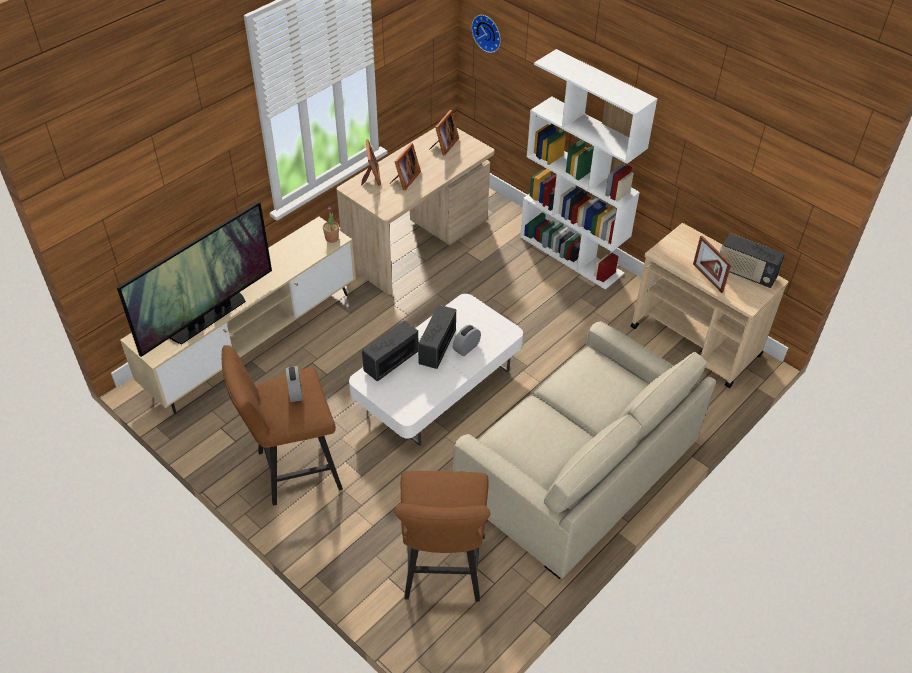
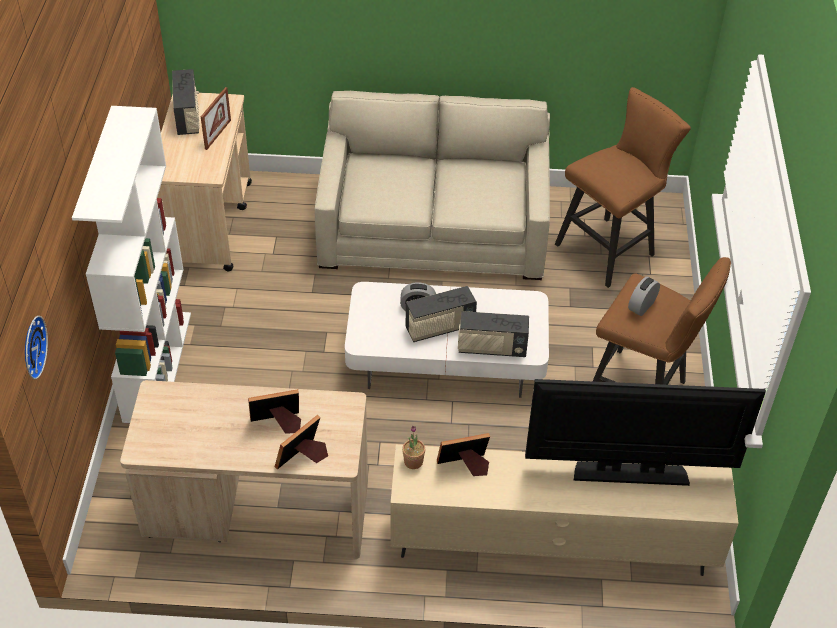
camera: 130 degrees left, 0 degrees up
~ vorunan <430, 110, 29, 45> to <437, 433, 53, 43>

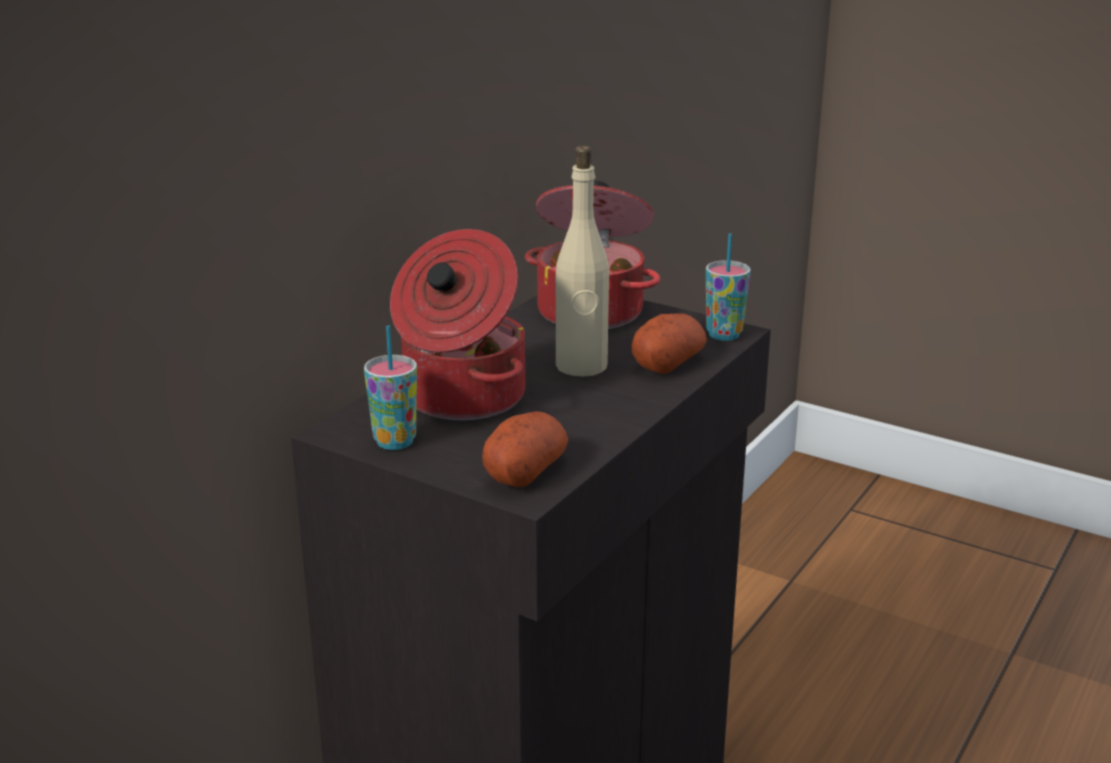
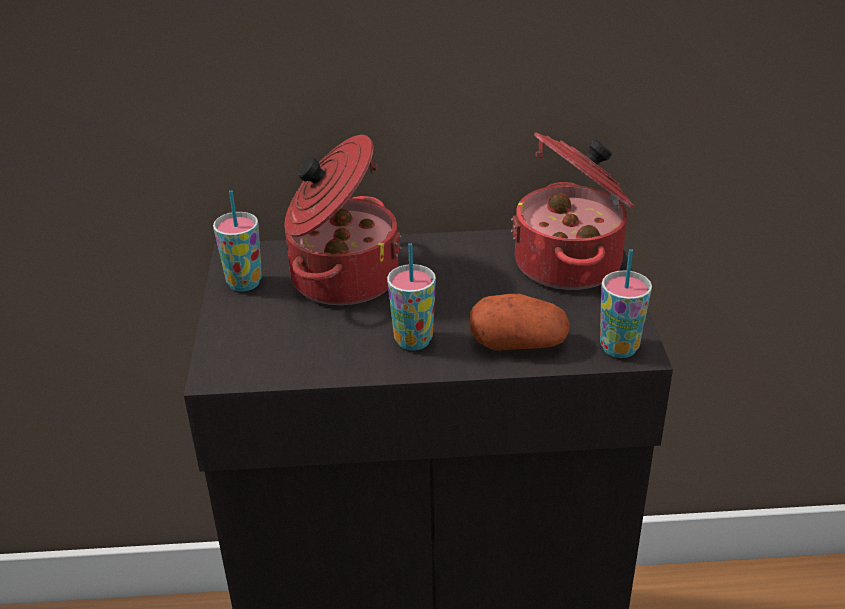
camera: 55 degrees right, 10 degrees up
- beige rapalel <556, 146, 53, 231>
- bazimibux <482, 412, 86, 75>
+ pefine <387, 243, 49, 108>

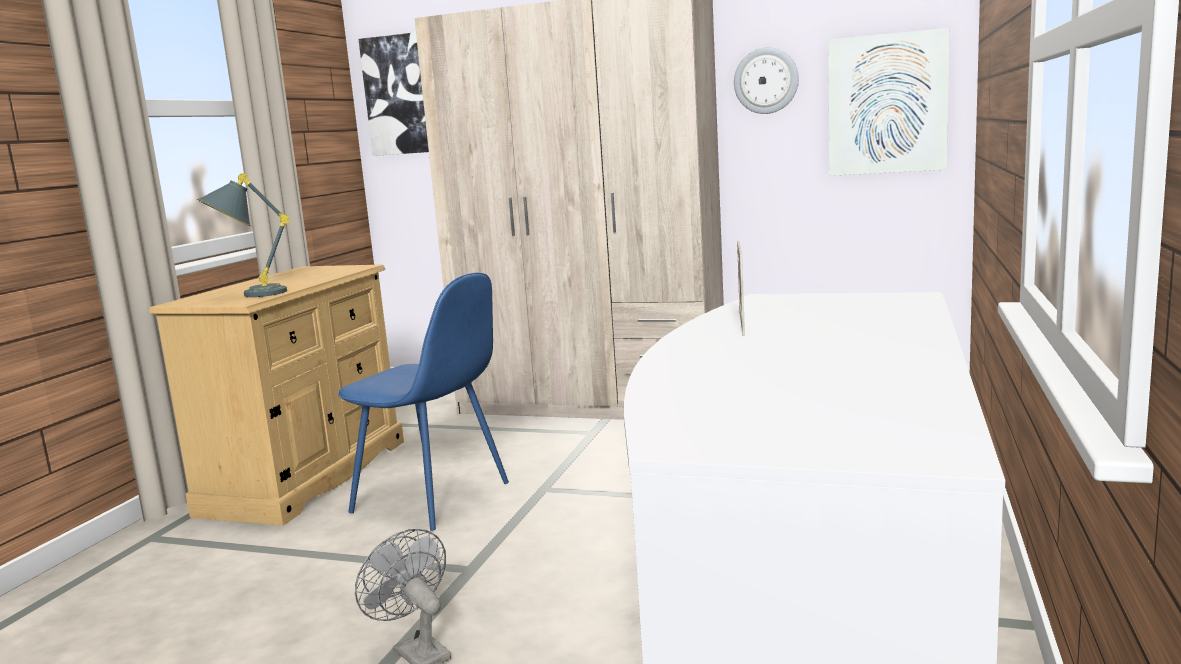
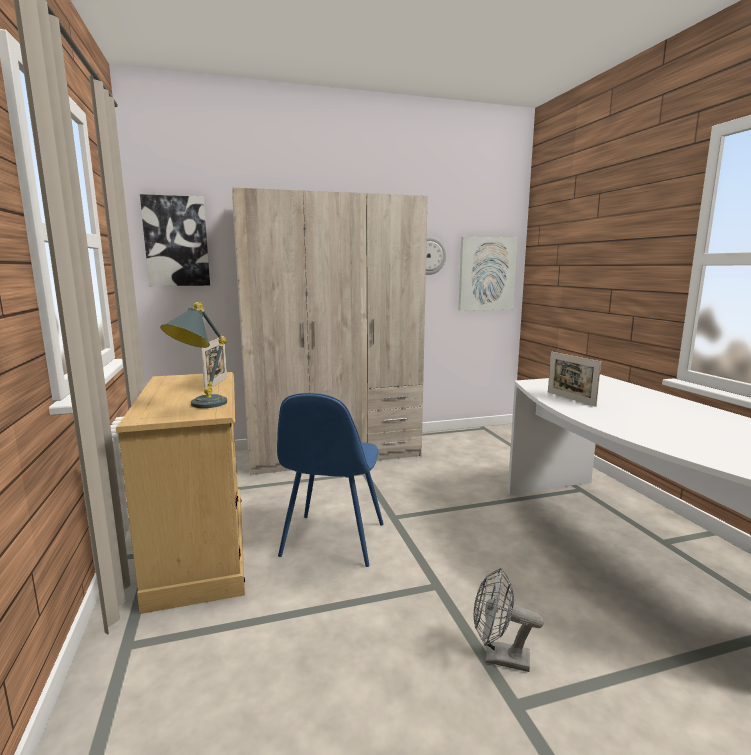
camera: 35 degrees left, 0 degrees up
~ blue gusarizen <338, 273, 171, 258> = <277, 393, 106, 174> 105 degrees clockwise
+ vorunan <201, 336, 26, 53>

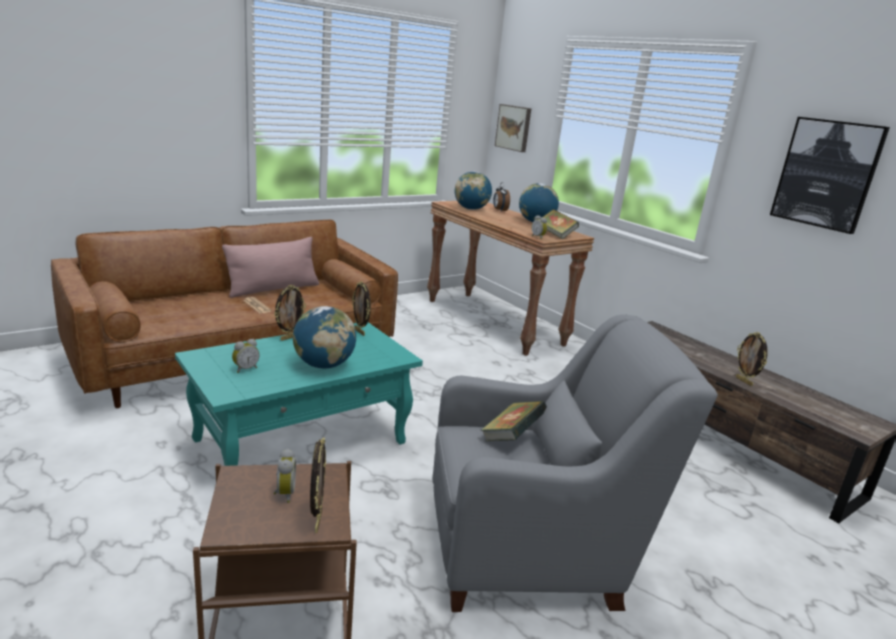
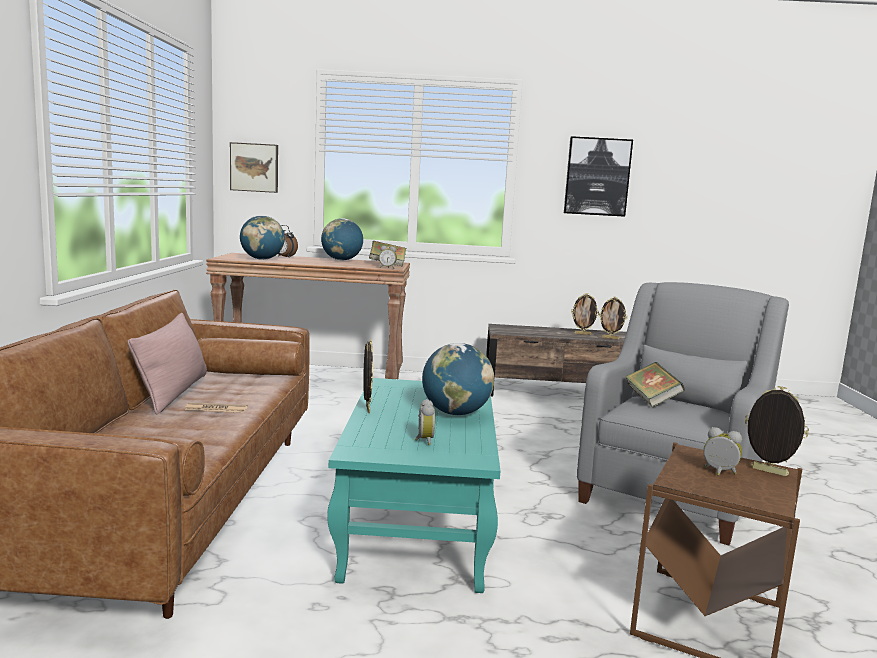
camera: 50 degrees left, 10 degrees down
~ vorunan <352, 281, 19, 55> to <571, 293, 28, 42>

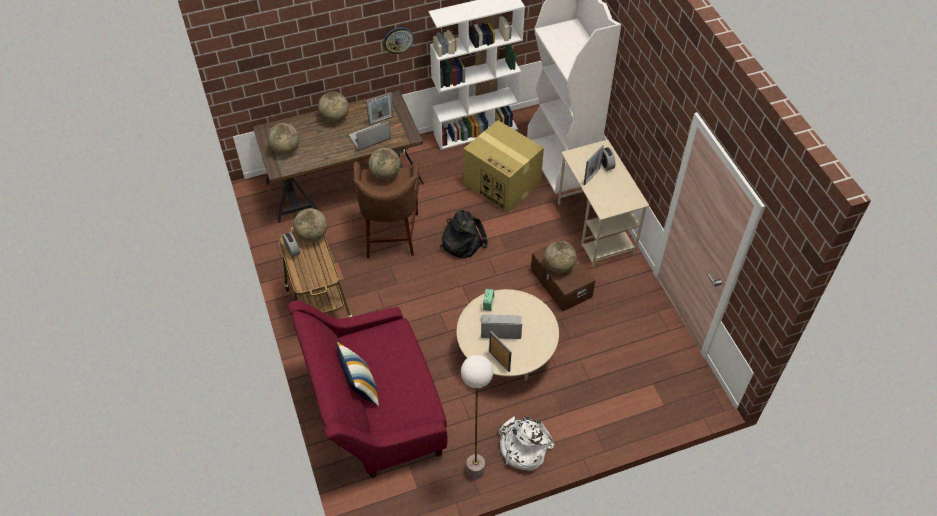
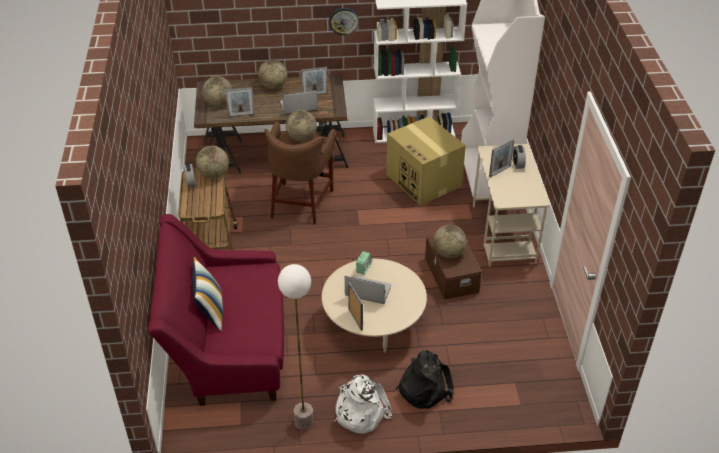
camera: 15 degrees right, 10 degrees down
~ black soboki <440, 210, 48, 48> to <395, 350, 59, 59>
+ vorunan <225, 87, 30, 30>

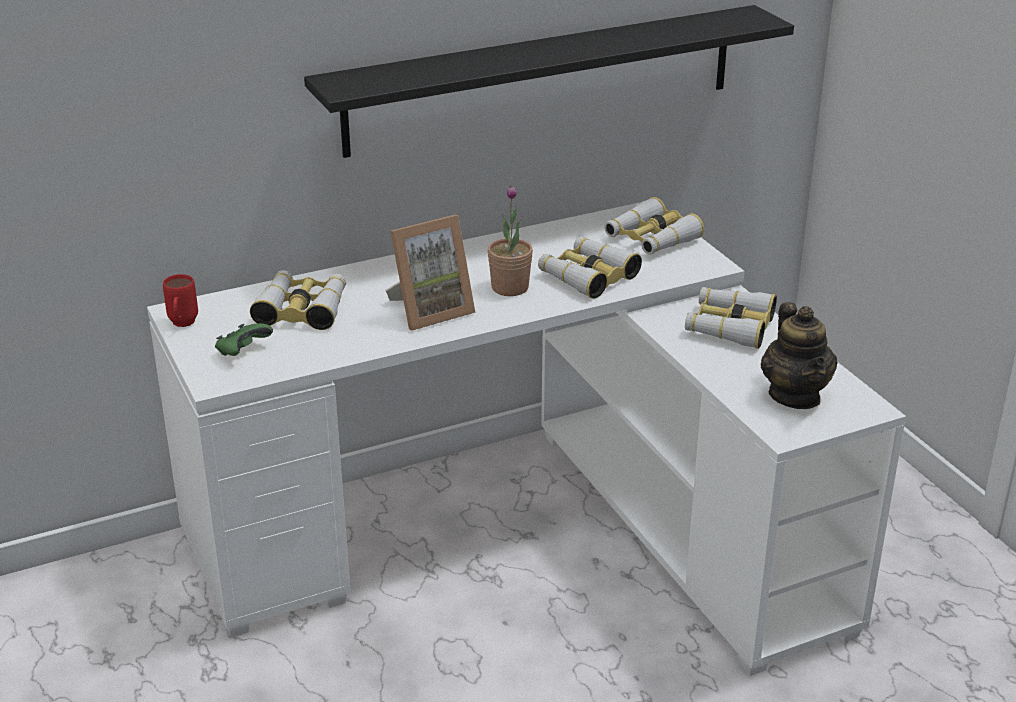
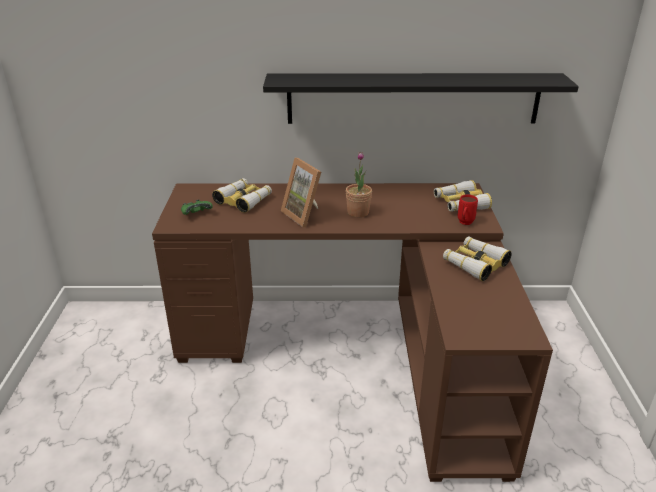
camera: 25 degrees right, 0 degrees up
~ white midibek <147, 202, 759, 474> to brown midibek <152, 183, 401, 299>
~ vorunan <385, 215, 91, 116> = <281, 158, 40, 69> 60 degrees clockwise
- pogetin <538, 236, 104, 63>
~ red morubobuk <163, 274, 35, 53> to <458, 195, 20, 30>
- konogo <761, 302, 77, 107>

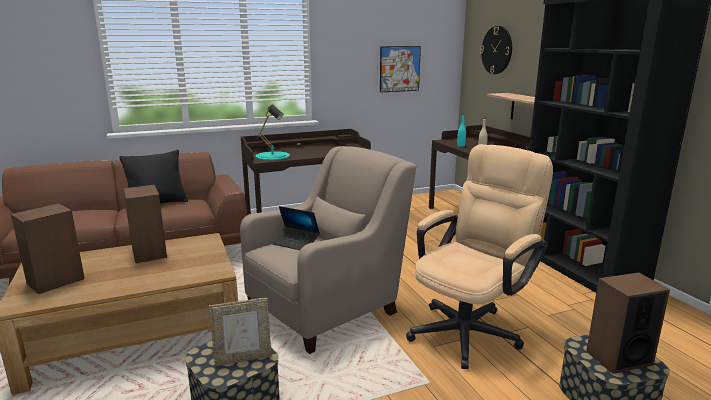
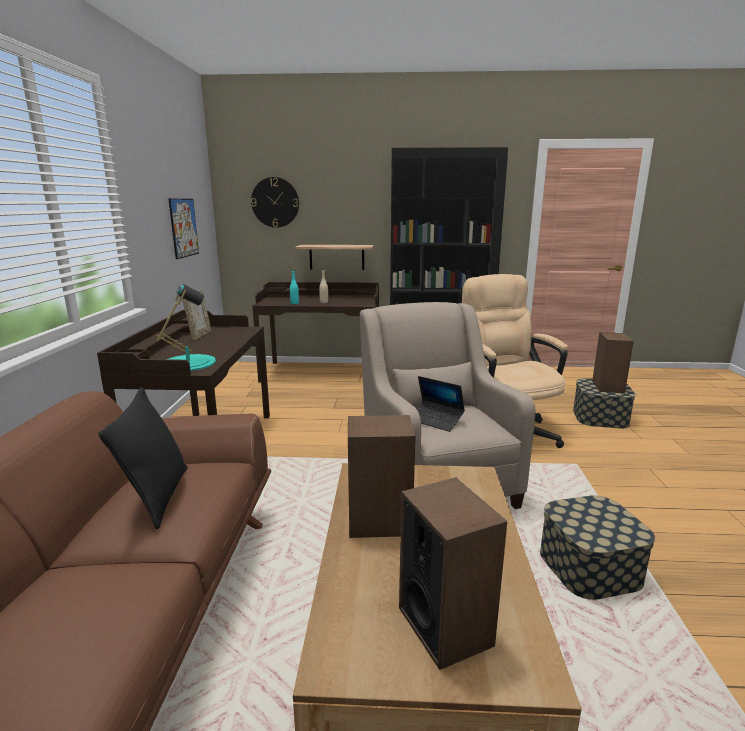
camera: 65 degrees left, 0 degrees up
~ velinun <272, 206, 48, 44> = <416, 376, 49, 56> 75 degrees clockwise
~ vorunan <209, 298, 63, 68> to <182, 290, 29, 51>

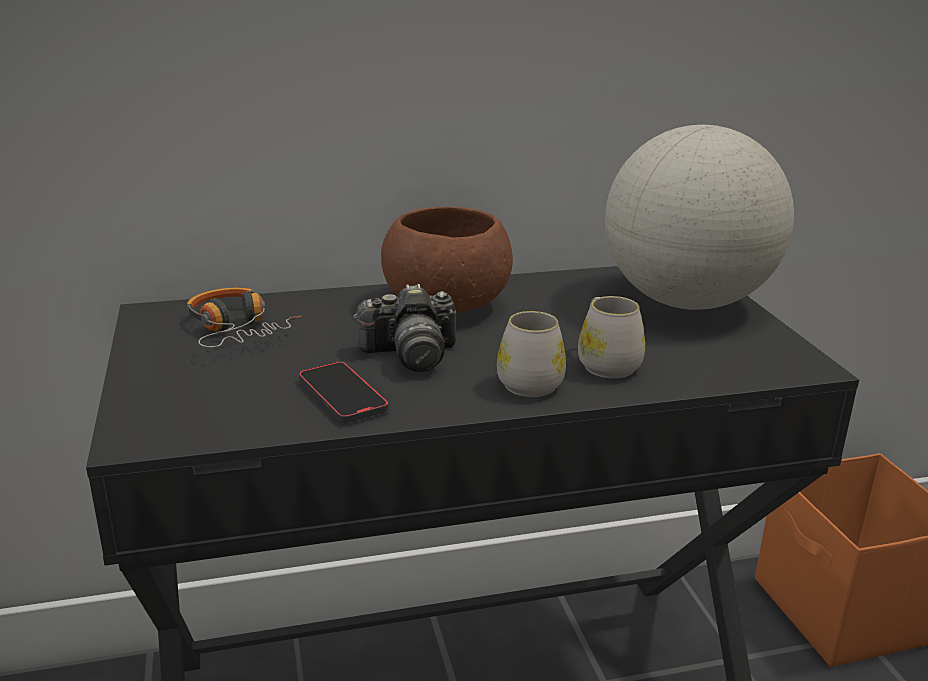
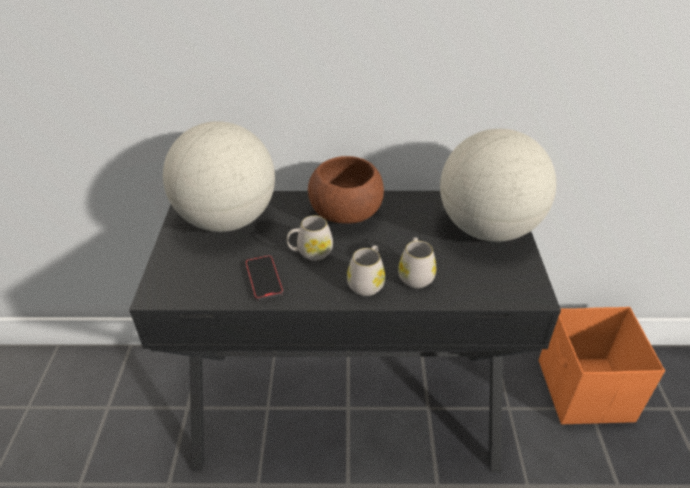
camera: 15 degrees right, 15 degrees up
~ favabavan <353, 284, 103, 88> to white morubobuk <287, 216, 46, 45>
~ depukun <187, 288, 115, 60> to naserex <163, 121, 112, 111>

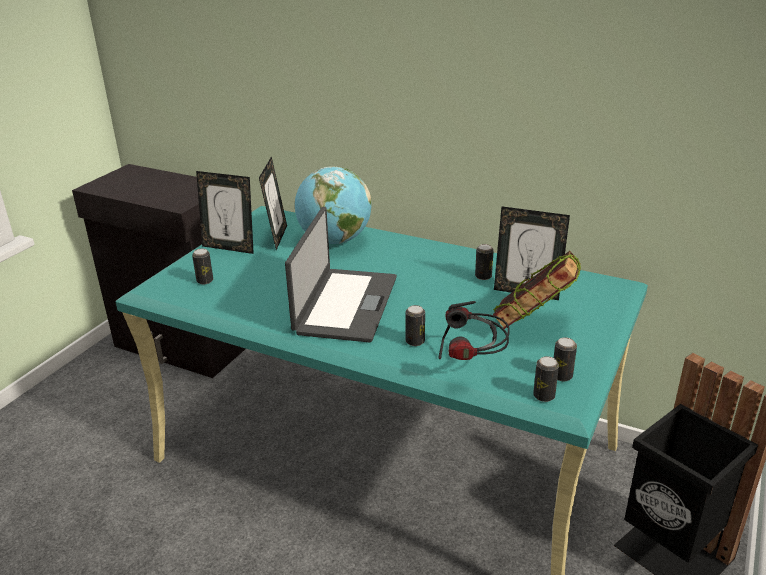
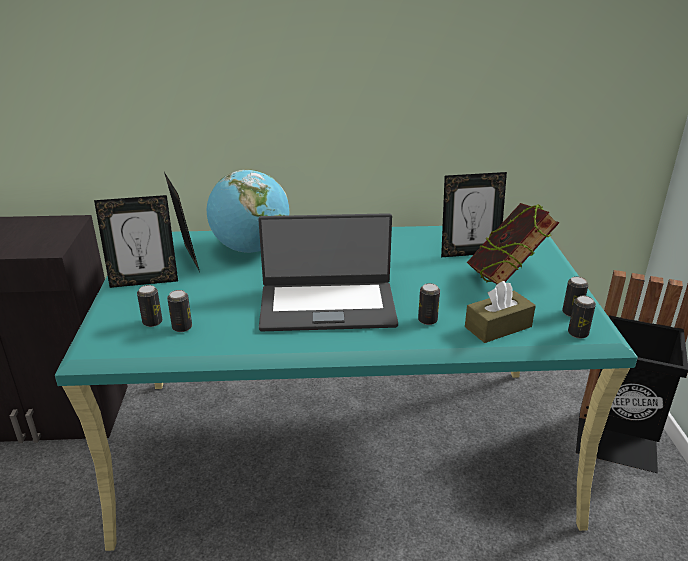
camera: 30 degrees left, 0 degrees up
~ velinun <285, 207, 112, 136> = <258, 213, 140, 118> 105 degrees clockwise
~ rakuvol <475, 244, 19, 36> to <167, 290, 25, 42>
~ depukun <438, 301, 72, 59> to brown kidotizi <465, 281, 71, 62>

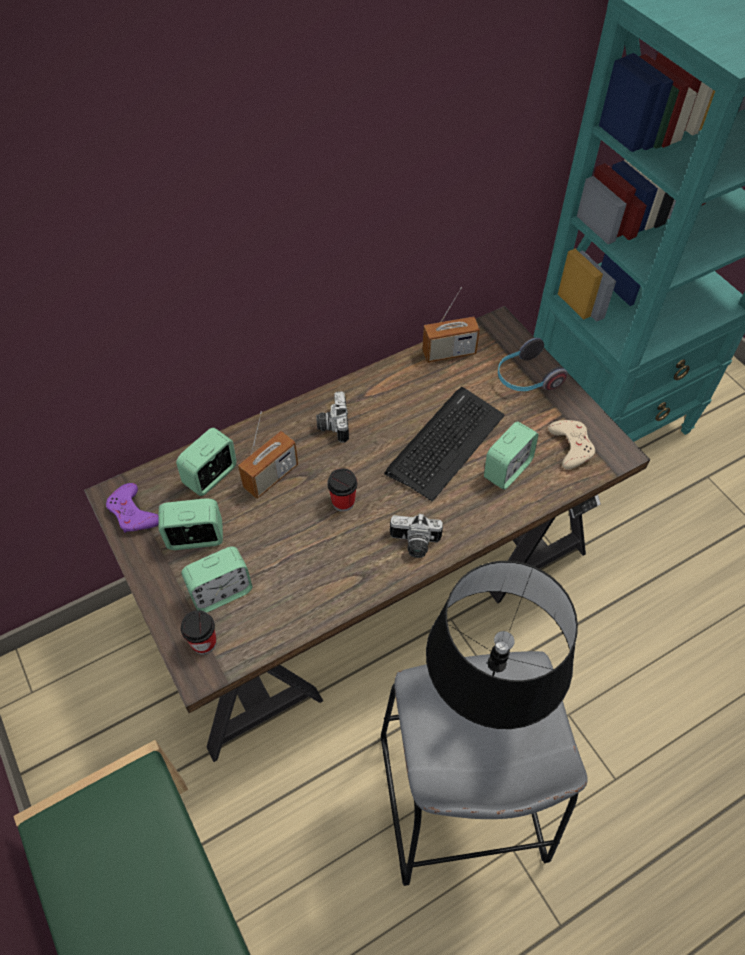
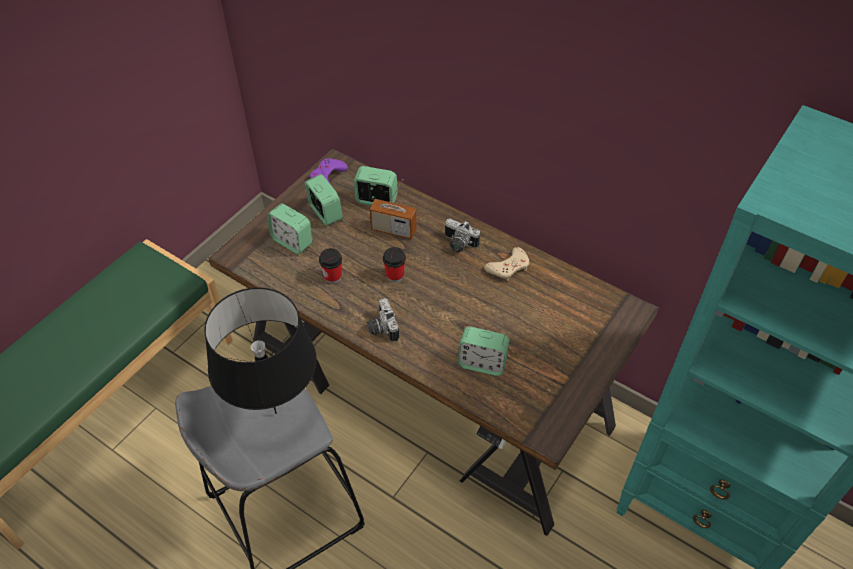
camera: 65 degrees right, 5 degrees down
- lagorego <422, 287, 58, 76>
- depukun <498, 338, 70, 53>
- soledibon <384, 387, 120, 115>
~ favabavan <316, 391, 33, 52> = <445, 218, 35, 35> 120 degrees counterclockwise
~ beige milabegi <548, 420, 47, 50> to <484, 247, 45, 34>
~ pefine <181, 610, 36, 45> to <319, 248, 23, 36>

